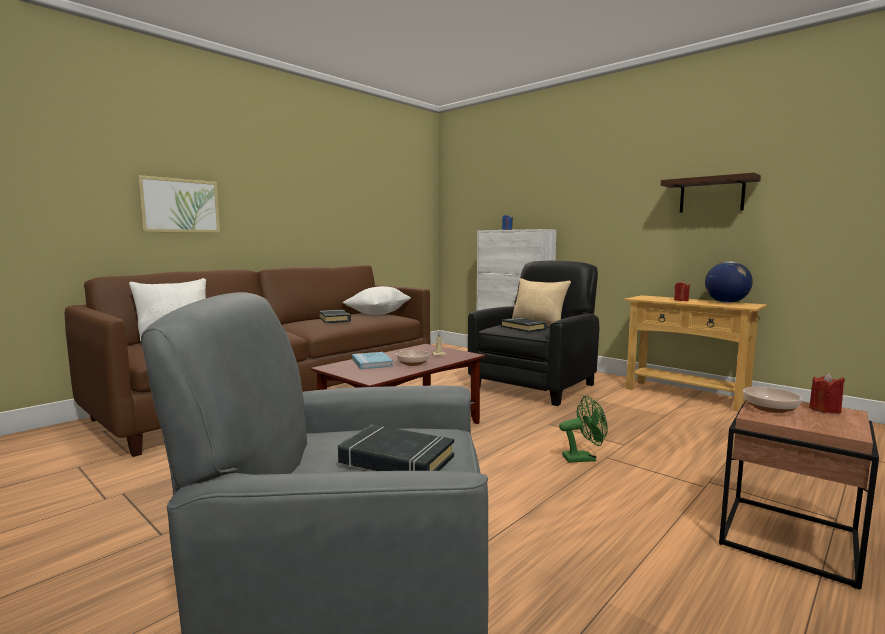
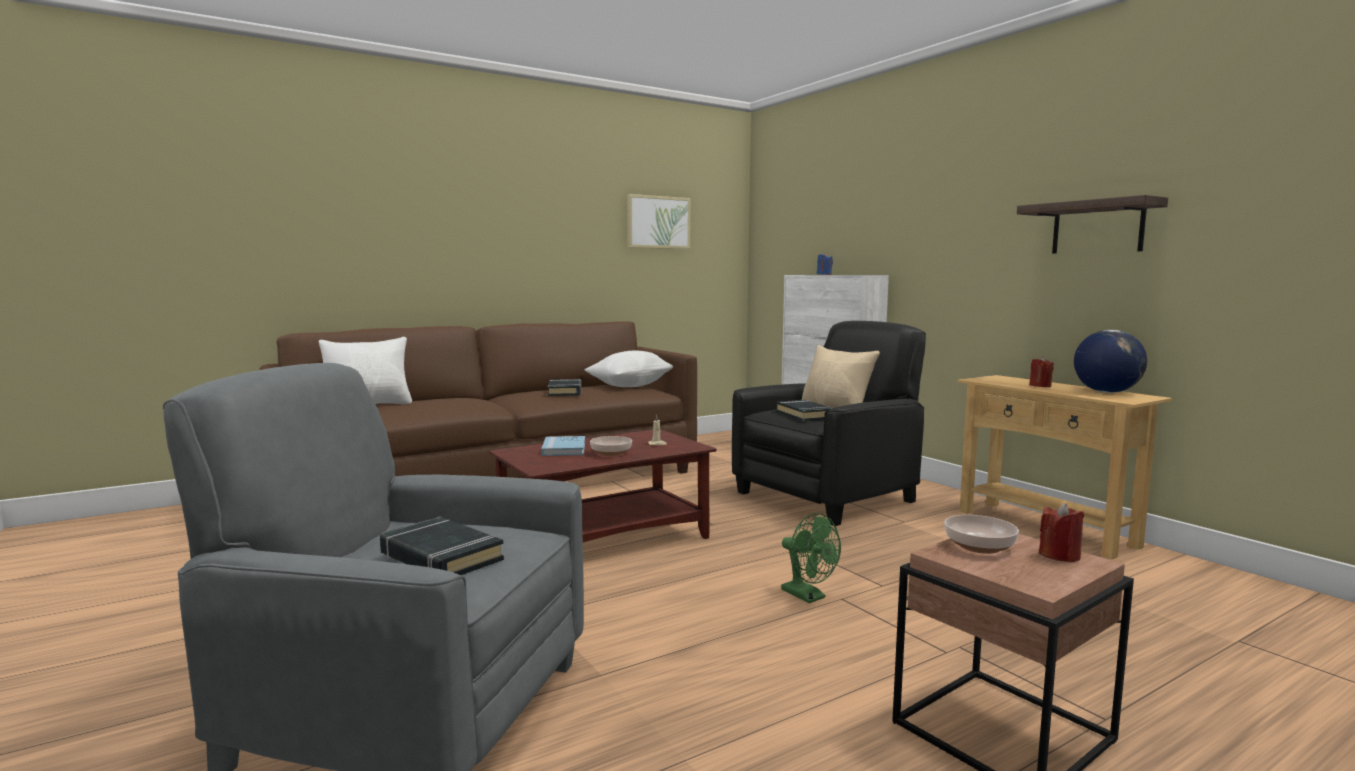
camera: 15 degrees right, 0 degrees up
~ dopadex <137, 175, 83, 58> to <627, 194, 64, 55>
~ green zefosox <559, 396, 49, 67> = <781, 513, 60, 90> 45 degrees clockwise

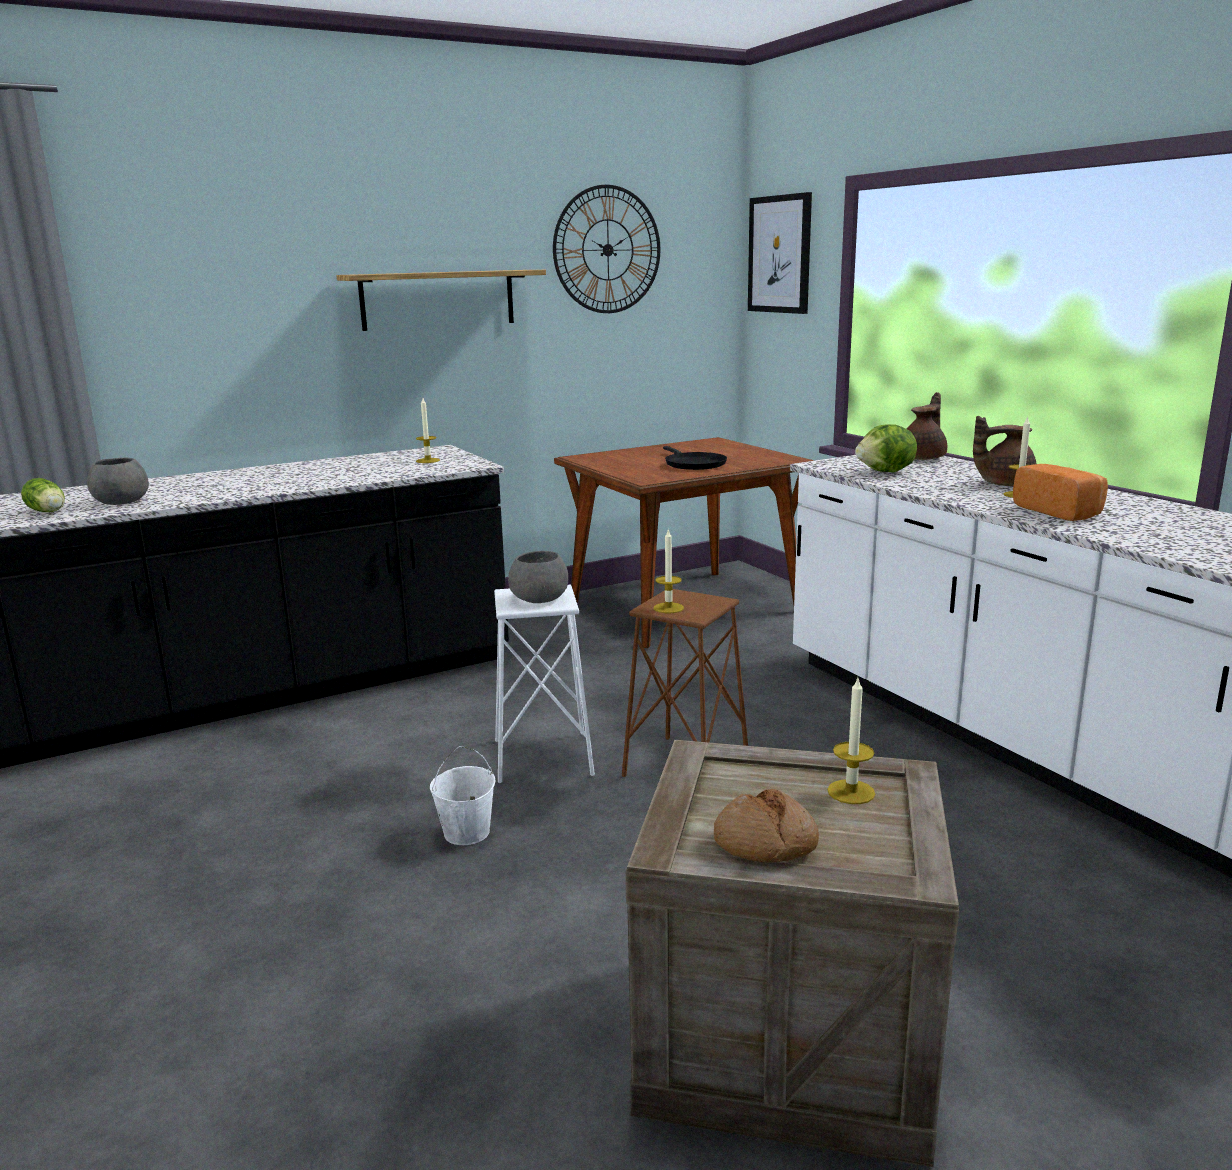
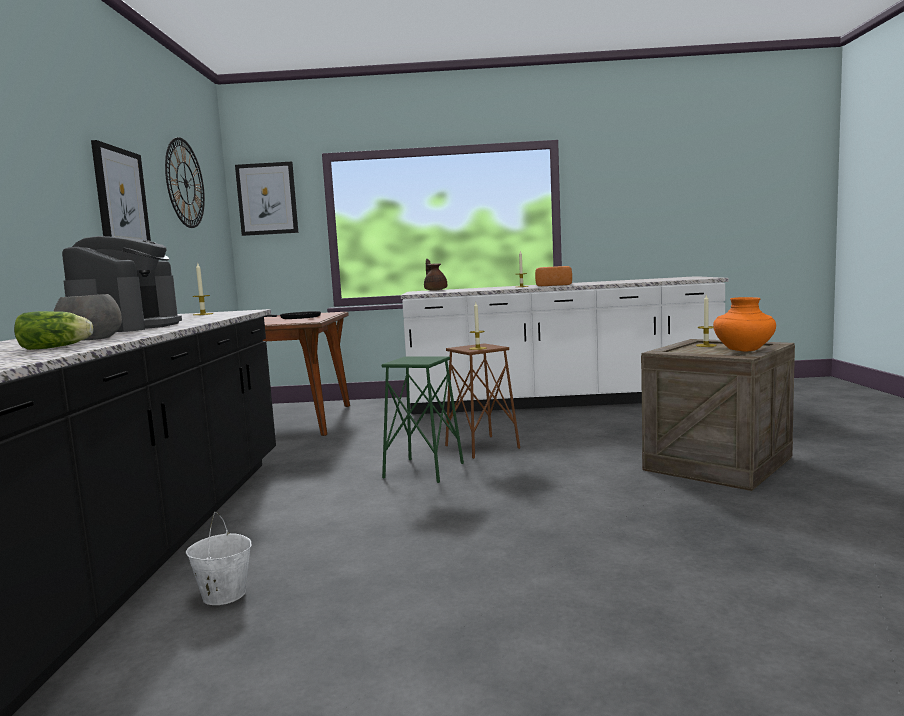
camera: 60 degrees left, 10 degrees down
~ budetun <337, 270, 209, 61> to dopadex <91, 140, 60, 101>
- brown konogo <973, 416, 64, 70>
- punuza <855, 424, 62, 48>
- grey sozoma <508, 551, 60, 52>
~ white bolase <494, 585, 101, 198> to green bolase <382, 356, 82, 127>
~ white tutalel <430, 746, 65, 99> to <186, 512, 65, 93>
~ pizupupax <714, 789, 105, 74> to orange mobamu <713, 297, 63, 54>
+ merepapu <62, 236, 120, 96>

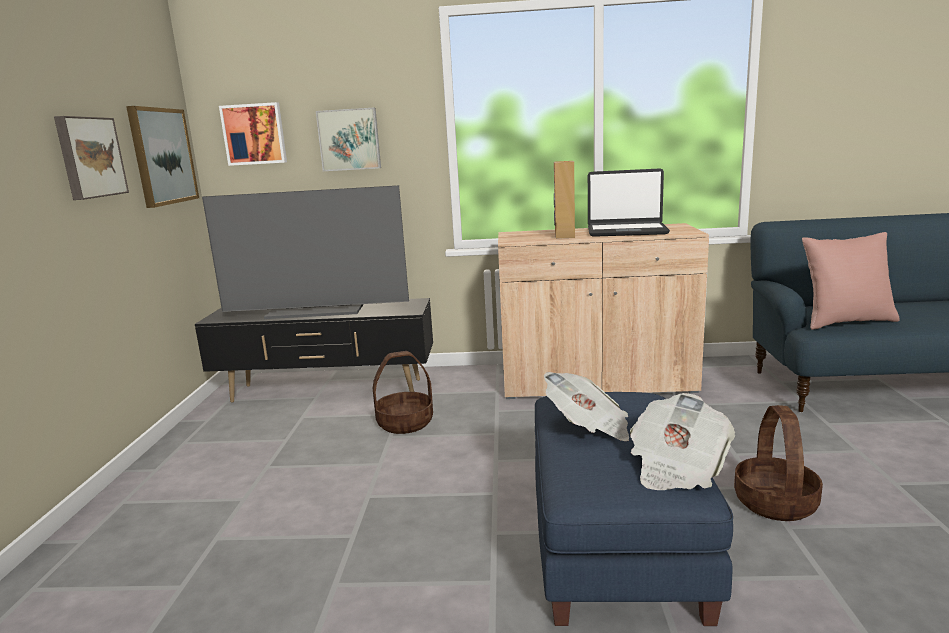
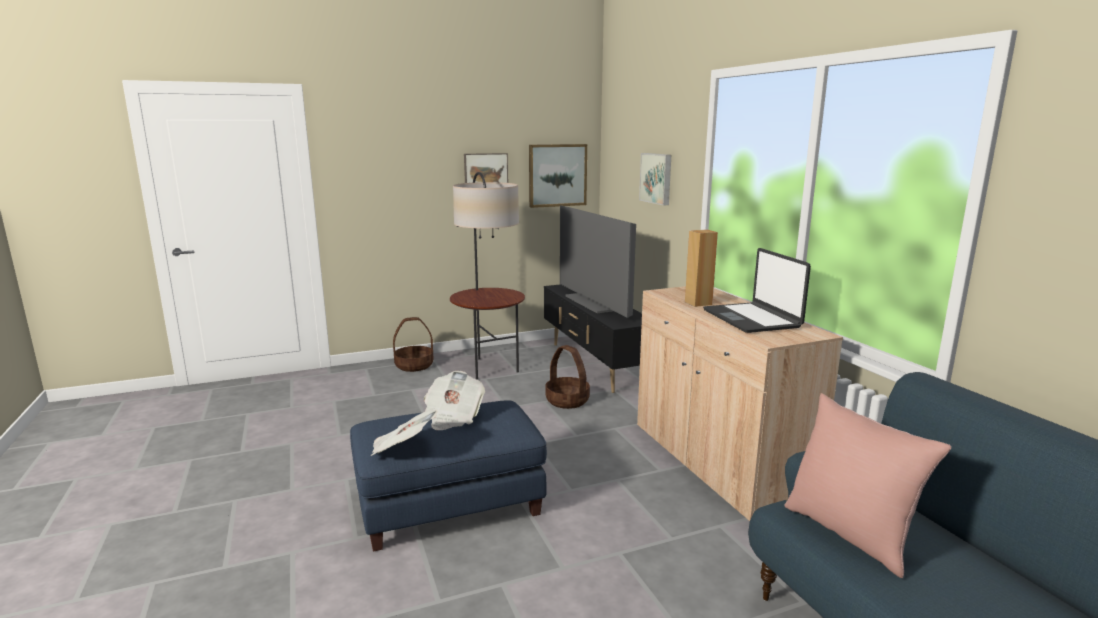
camera: 65 degrees right, 0 degrees up
- dopadex <219, 102, 68, 64>
~ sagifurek <734, 405, 89, 116> to <393, 317, 41, 55>
+ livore <450, 172, 75, 208>

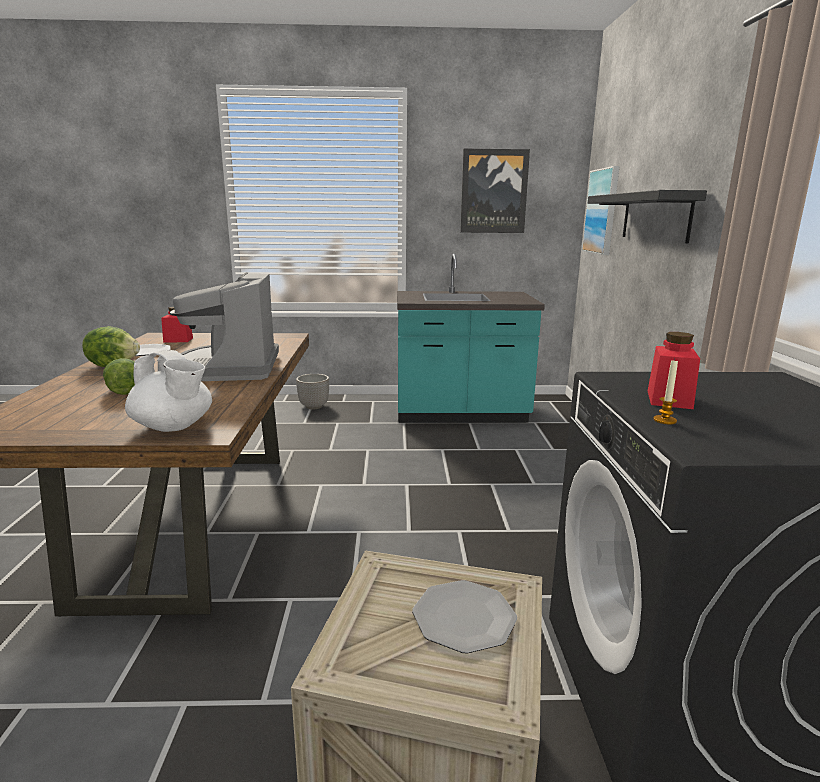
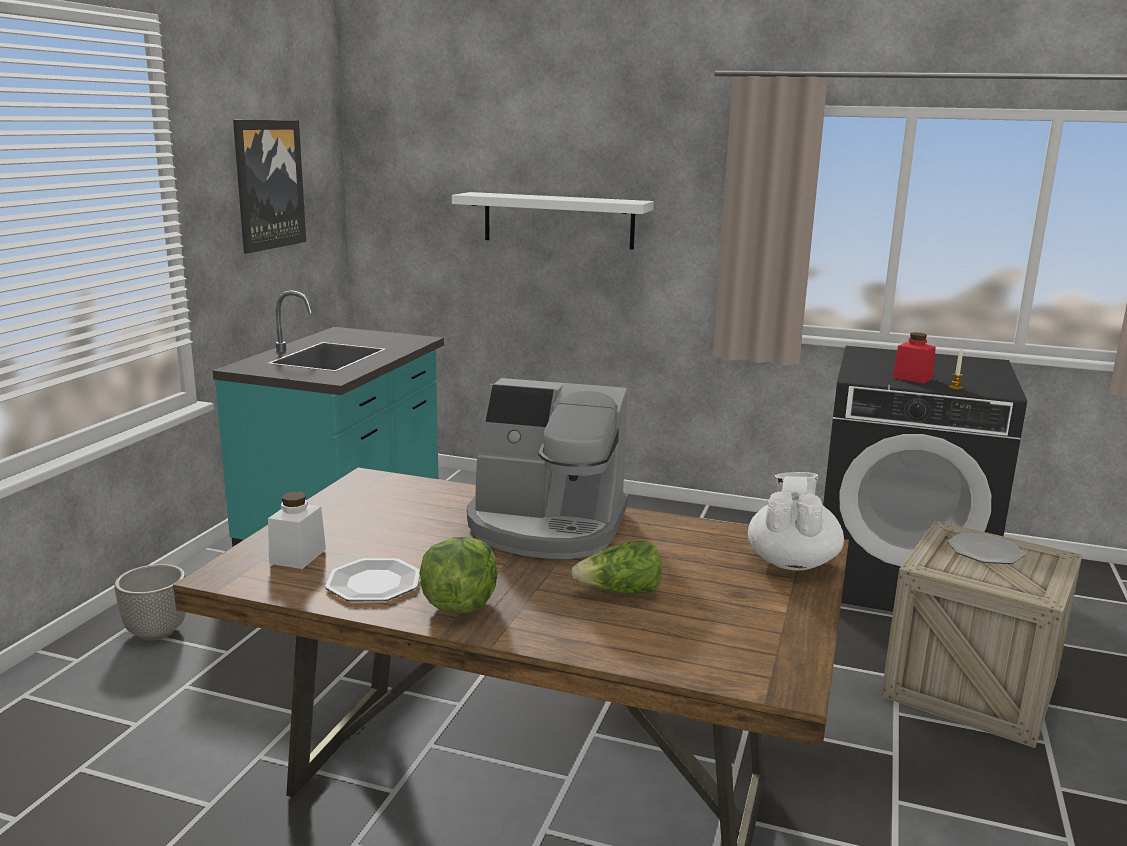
camera: 70 degrees left, 0 degrees up
- dopadex <582, 166, 38, 89>
~ black budetun <588, 190, 119, 53> to white budetun <452, 192, 202, 58>
~ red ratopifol <161, 307, 32, 35> to white ratopifol <268, 492, 58, 77>
~ white konogo <125, 350, 87, 82> = <748, 472, 96, 98> 45 degrees counterclockwise

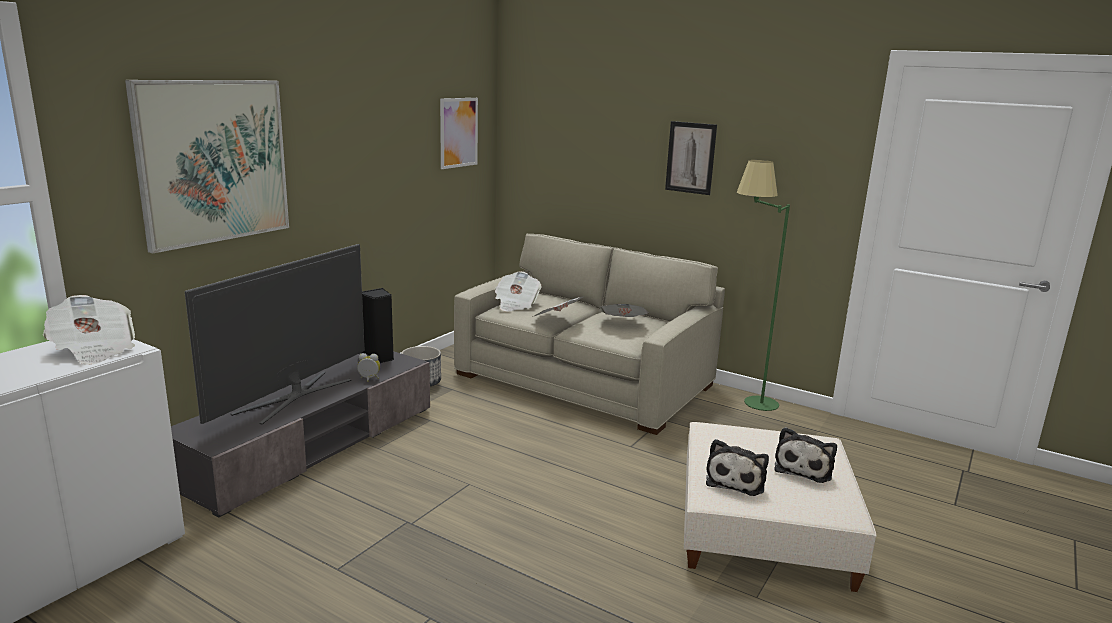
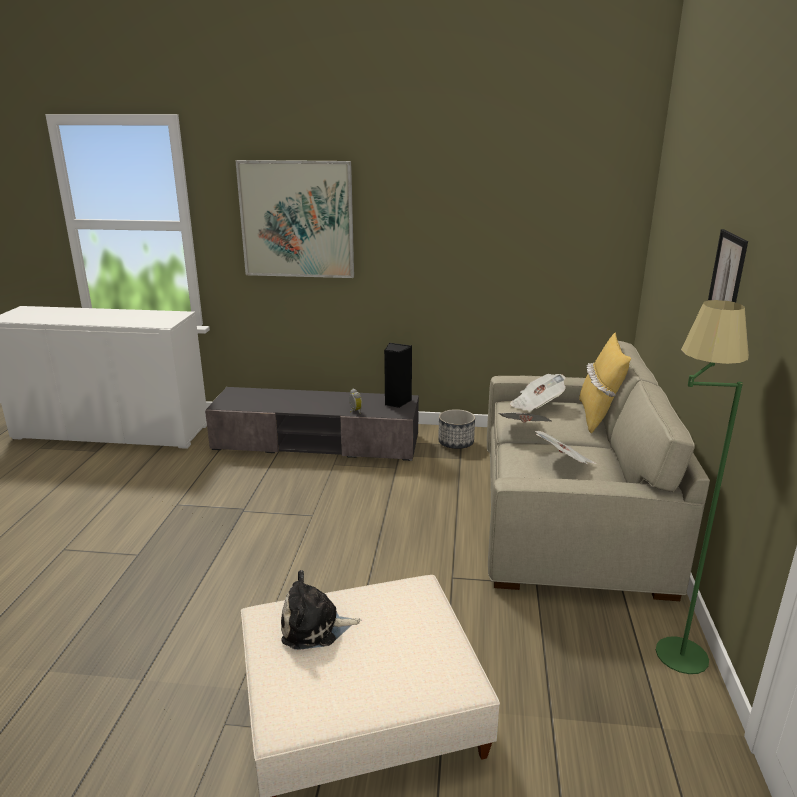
camera: 65 degrees right, 5 degrees up
- dopadex <440, 98, 38, 71>
- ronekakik <185, 244, 180, 180>
- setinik <43, 295, 92, 70>
- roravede <775, 427, 62, 56>
+ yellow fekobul <579, 332, 52, 101>

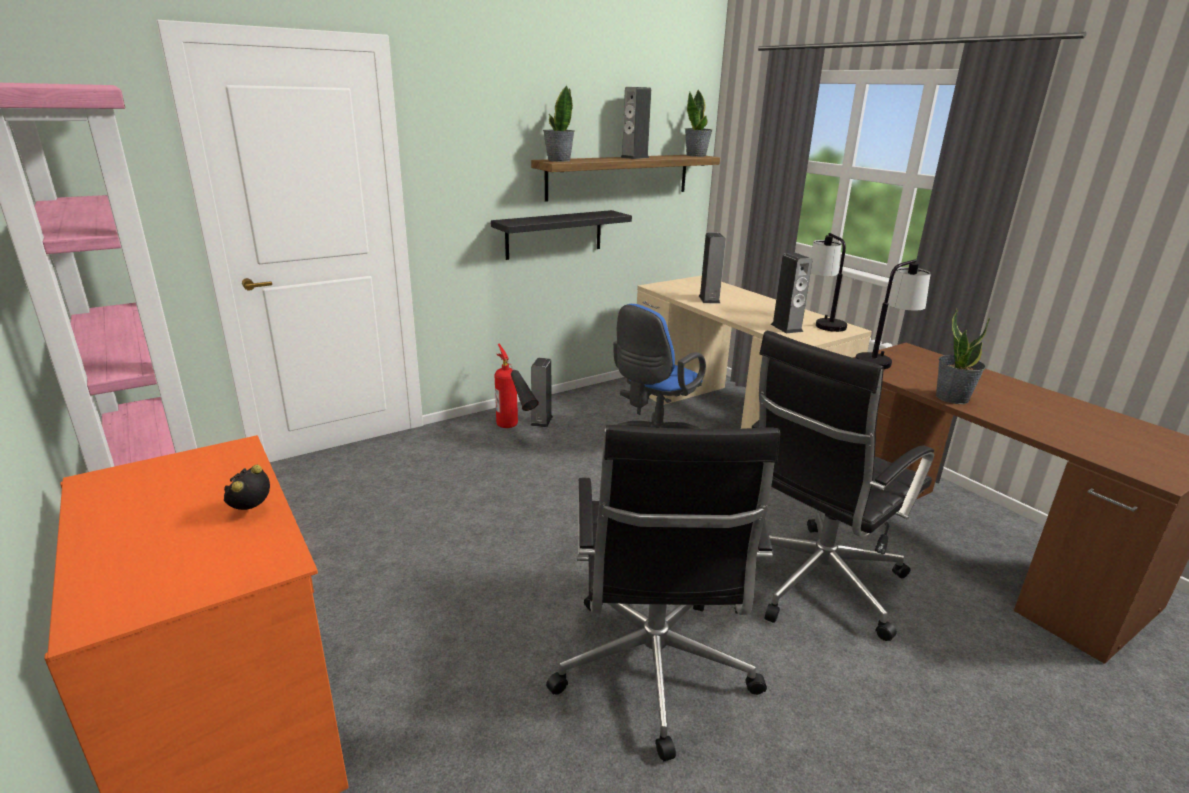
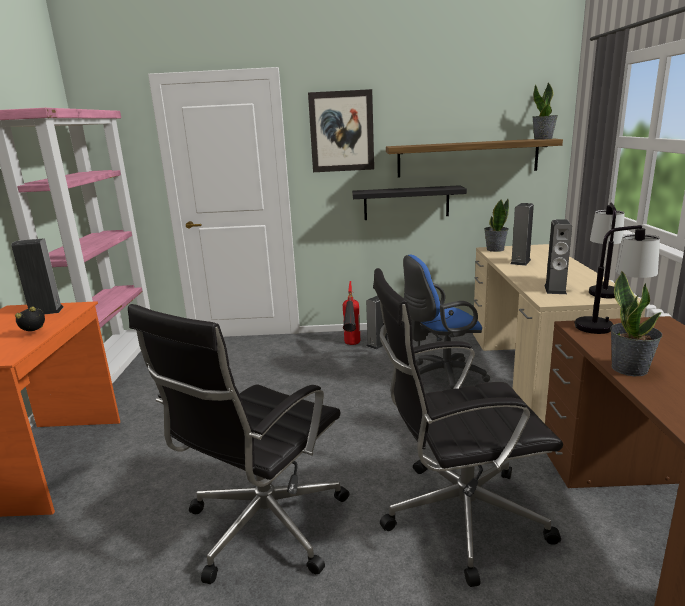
camera: 35 degrees right, 5 degrees down
~ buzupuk <543, 85, 32, 77> to <484, 199, 25, 53>
~ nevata <620, 87, 31, 72> to <11, 238, 53, 76>
+ dopadex <308, 89, 66, 83>

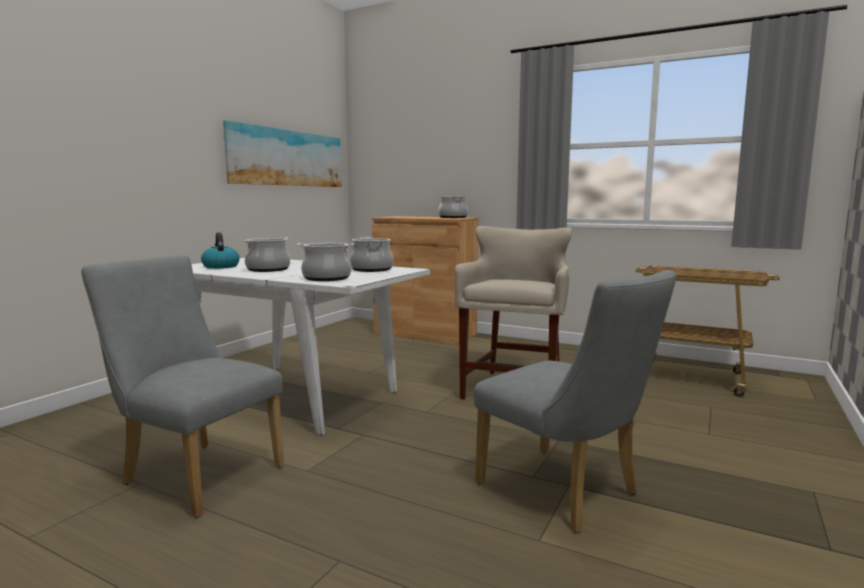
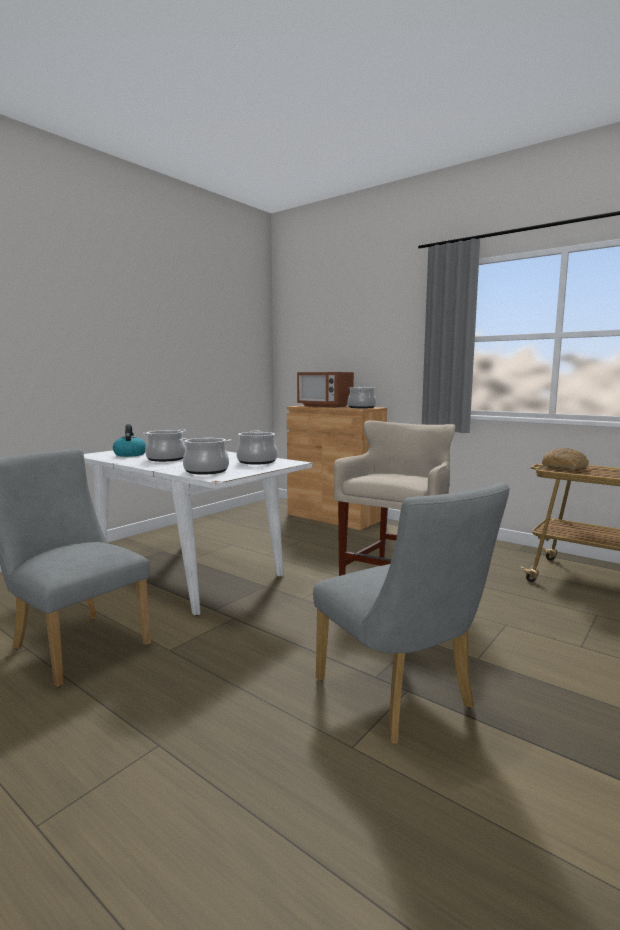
camera: 10 degrees right, 0 degrees up
- dopadex <223, 120, 119, 67>
+ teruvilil <297, 372, 57, 35>
+ pizupupax <541, 448, 48, 22>

